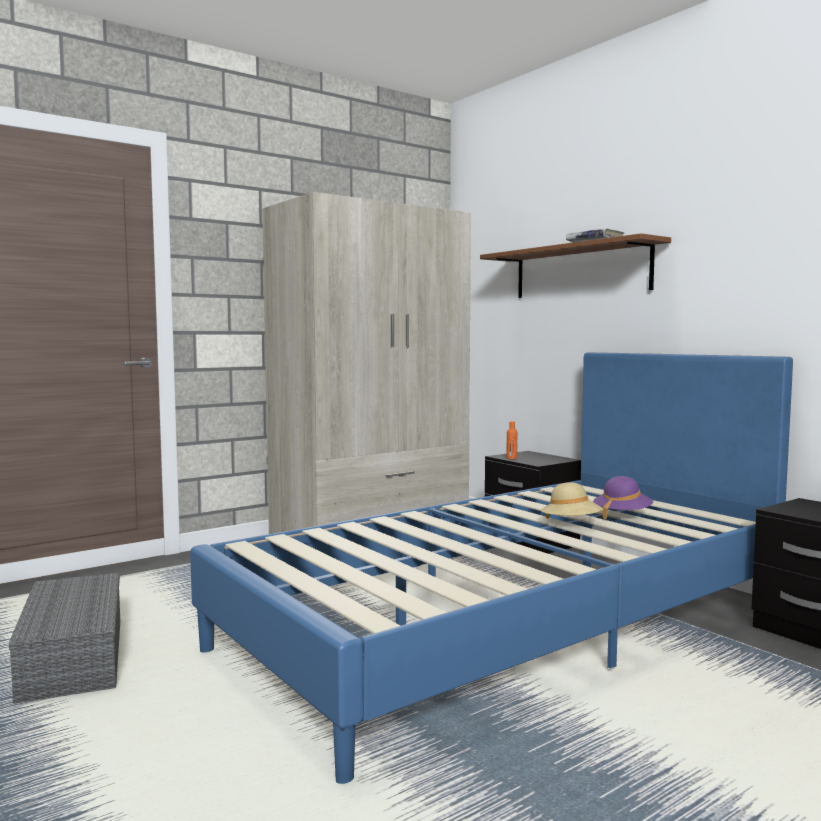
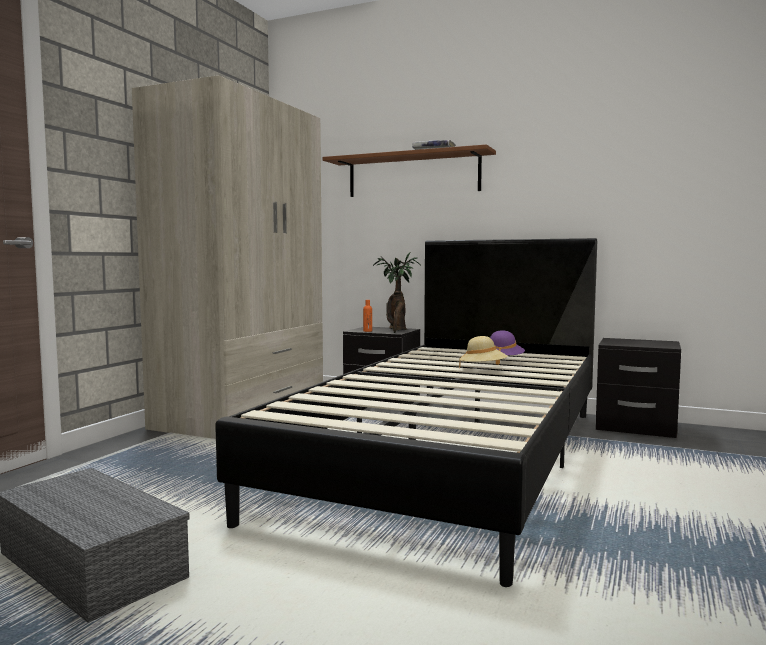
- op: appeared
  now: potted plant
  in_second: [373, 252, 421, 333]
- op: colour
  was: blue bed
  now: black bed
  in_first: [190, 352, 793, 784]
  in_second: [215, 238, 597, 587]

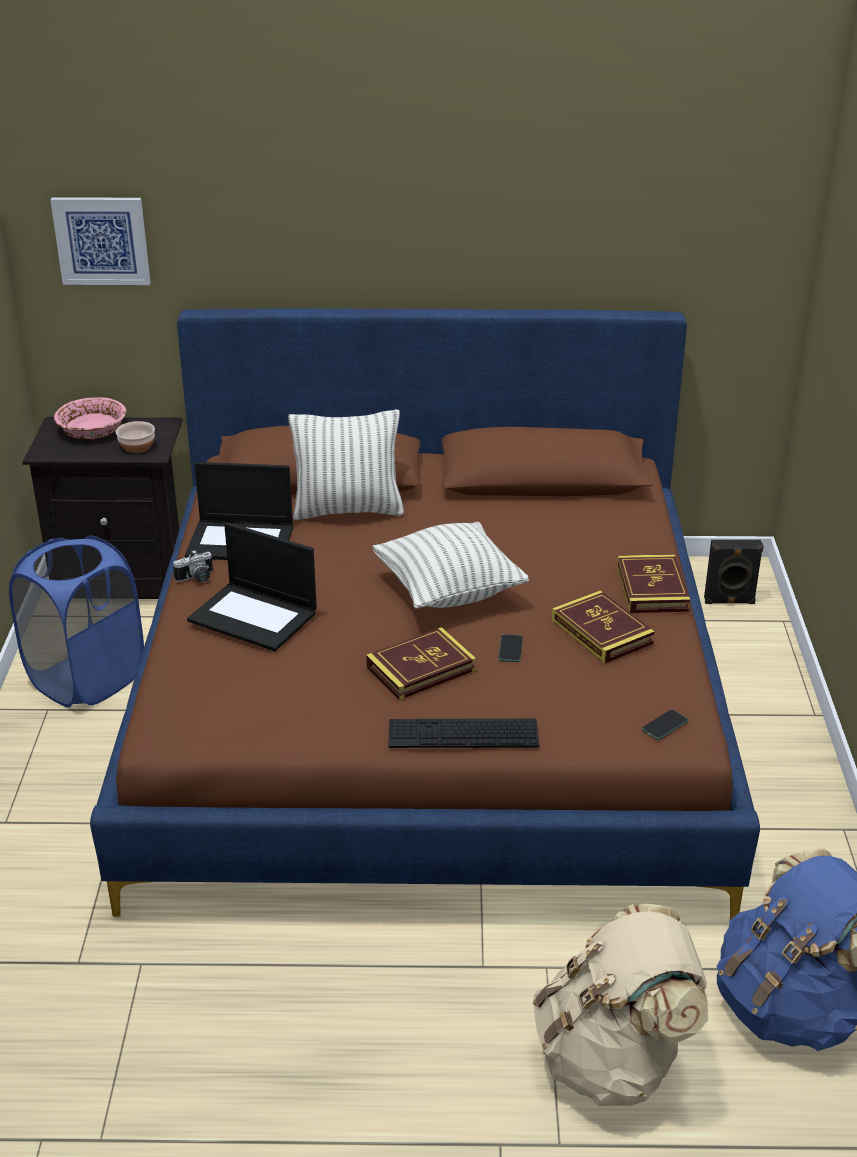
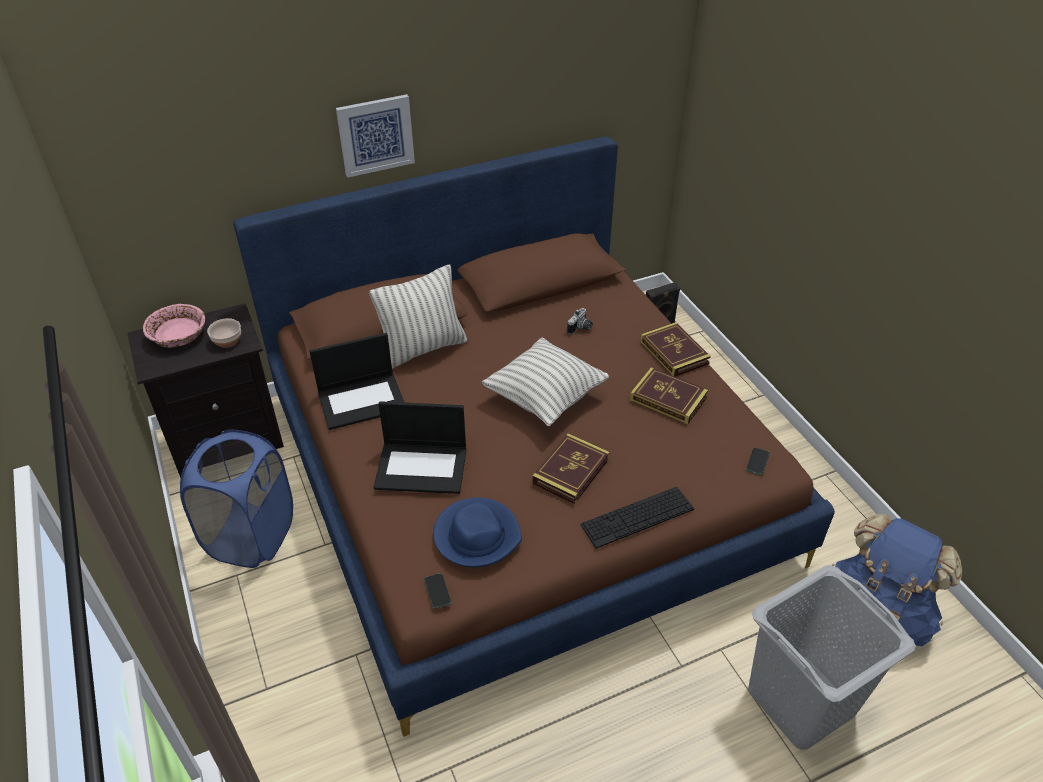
- op: appeared
  now: blue hat
  in_second: [433, 497, 522, 567]
- op: relocated
  was: picture
  in_first: [50, 197, 151, 285]
  in_second: [336, 94, 415, 178]
- op: relocated
  was: photo camera
  in_first: [173, 550, 213, 582]
  in_second: [567, 308, 593, 334]
- op: relocated
  was: phone
  in_first: [498, 634, 523, 662]
  in_second: [424, 573, 452, 609]
- op: exchanged
  was: beige backpack
  now: grey laundry basket
  in_first: [533, 904, 708, 1106]
  in_second: [748, 565, 916, 750]

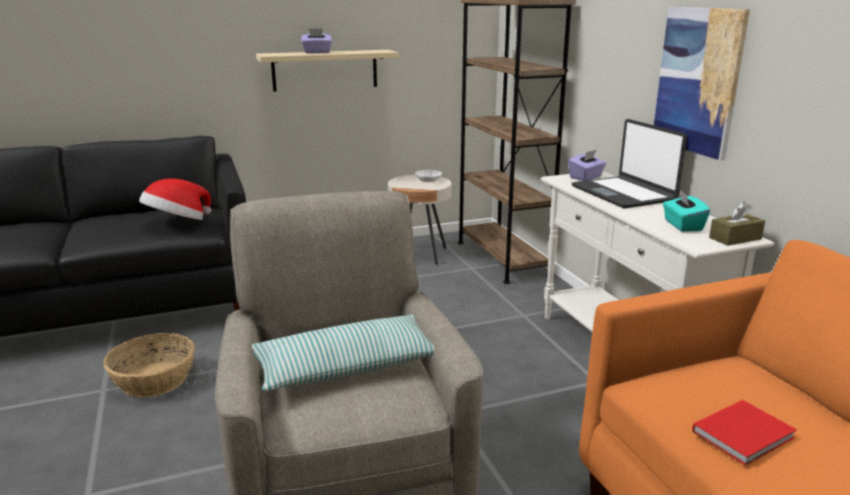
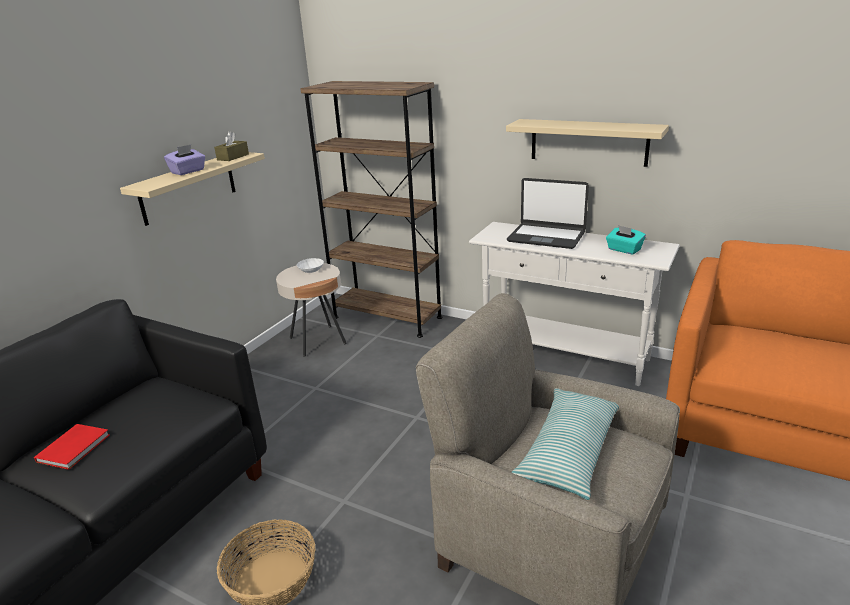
- op: missing
  was: hat
  in_first: [139, 178, 211, 220]
- op: missing
  was: purple tissue box
  in_first: [568, 150, 606, 181]
- op: relocated
  was: red book
  in_first: [692, 400, 797, 466]
  in_second: [34, 424, 110, 470]
- op: relocated
  was: brown tissue box
  in_first: [709, 202, 765, 246]
  in_second: [214, 131, 249, 161]
- op: exchanged
  was: picture
  now: beige shelf
  in_first: [654, 7, 750, 161]
  in_second: [506, 119, 669, 167]

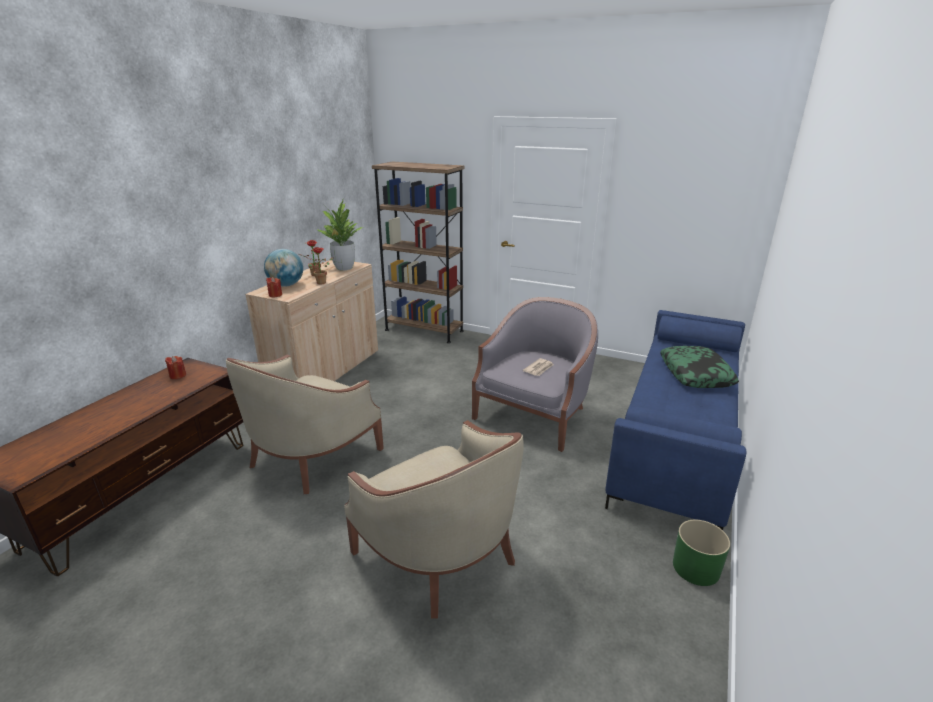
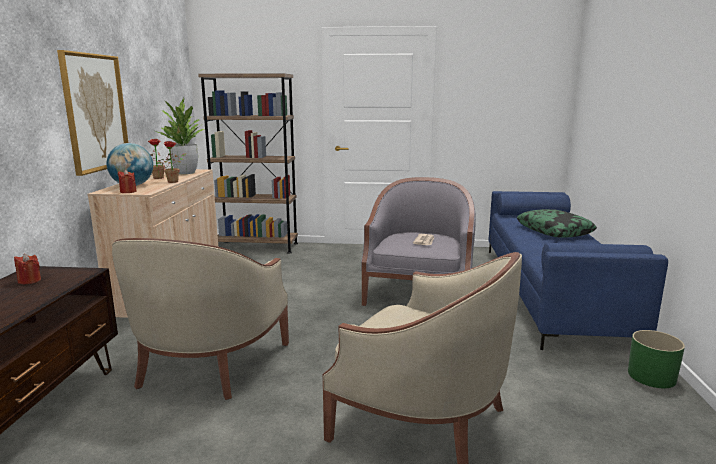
- op: appeared
  now: picture
  in_second: [57, 50, 128, 176]

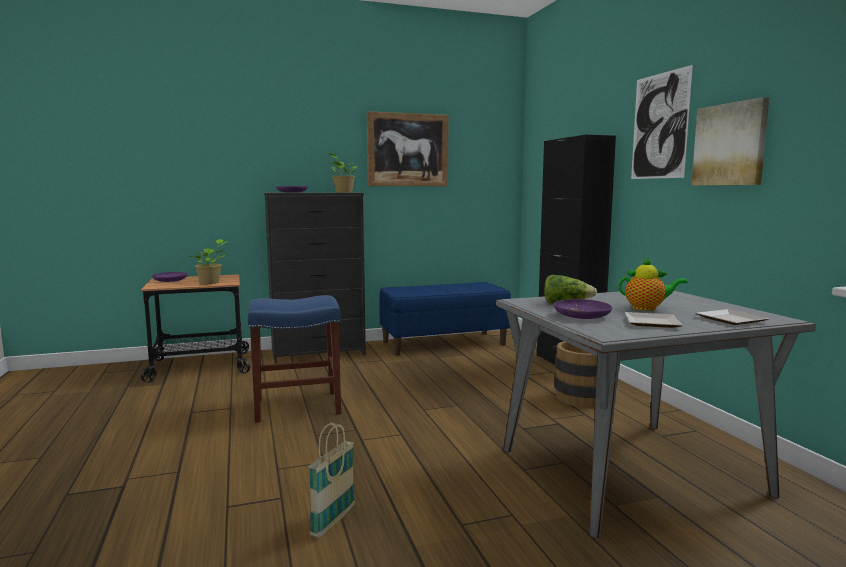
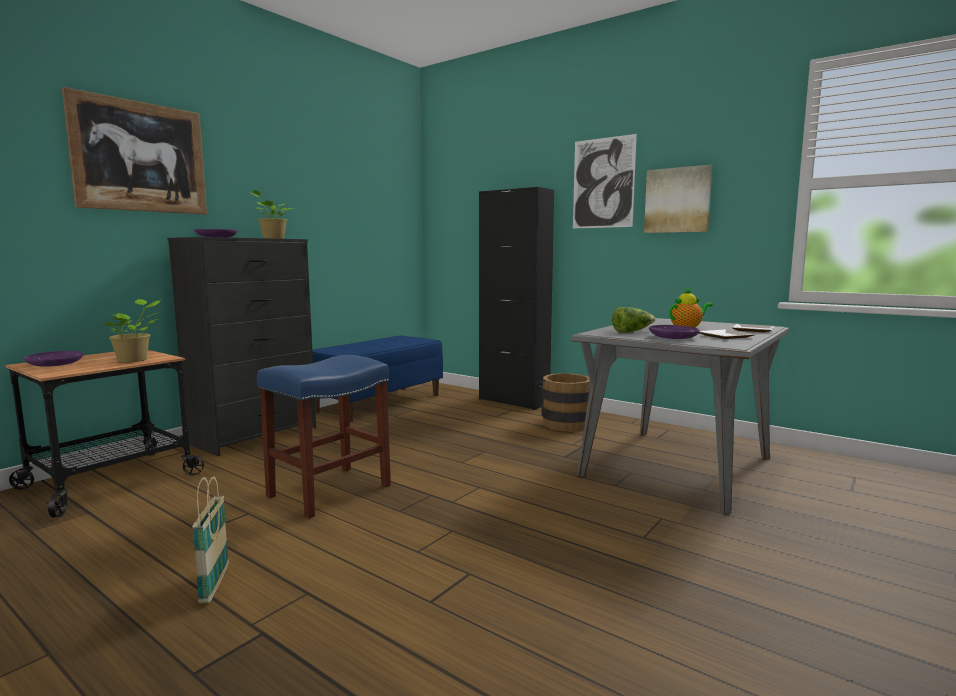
- op: relocated
  was: basket
  in_first: [309, 423, 355, 538]
  in_second: [192, 476, 229, 604]
- op: relocated
  was: picture
  in_first: [367, 111, 449, 186]
  in_second: [62, 87, 207, 215]

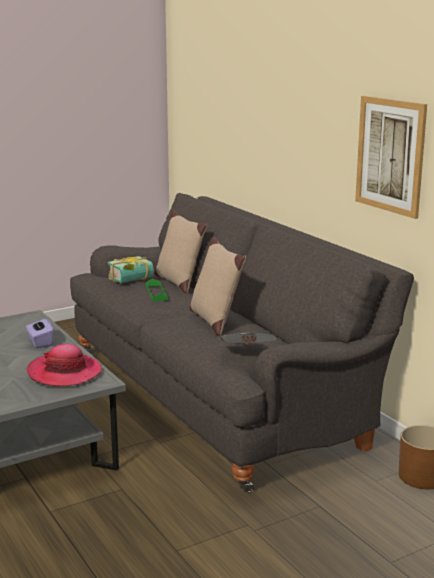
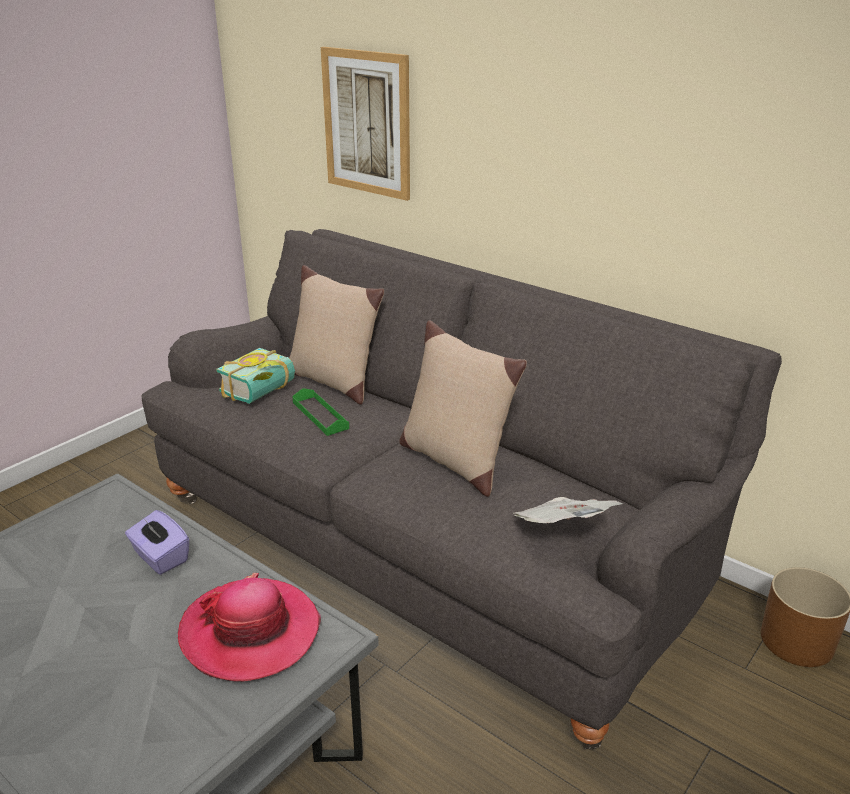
- op: relocated
  was: picture
  in_first: [355, 96, 427, 219]
  in_second: [321, 47, 410, 201]

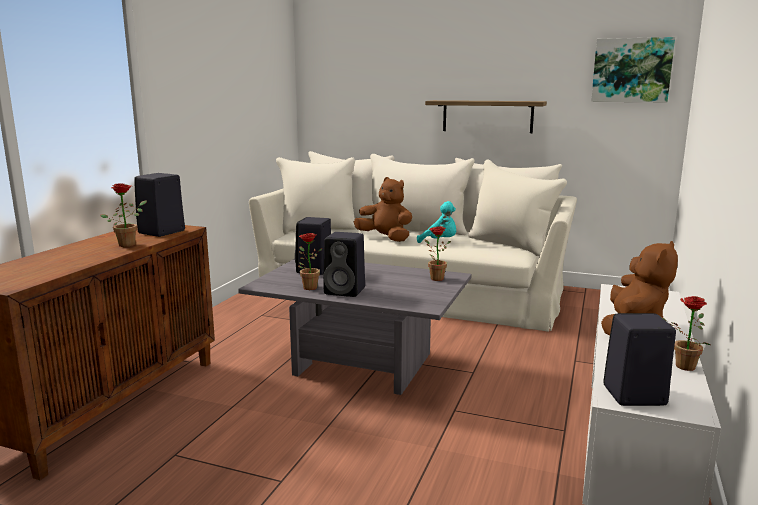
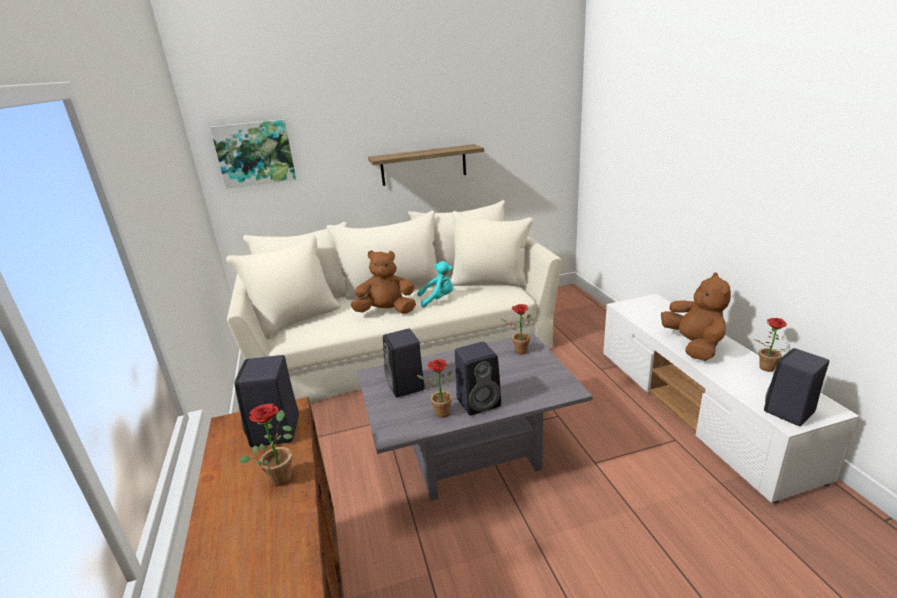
- op: relocated
  was: picture
  in_first: [591, 37, 675, 102]
  in_second: [210, 119, 296, 189]

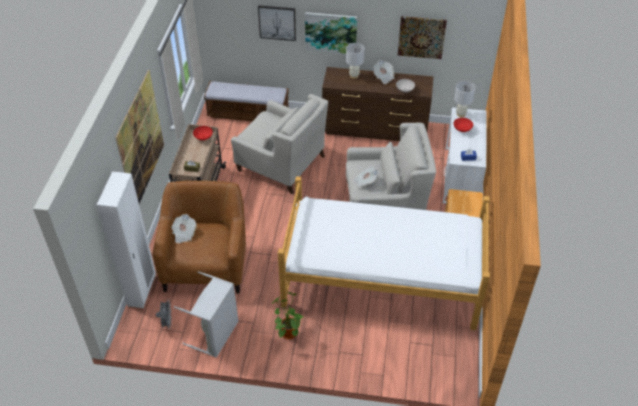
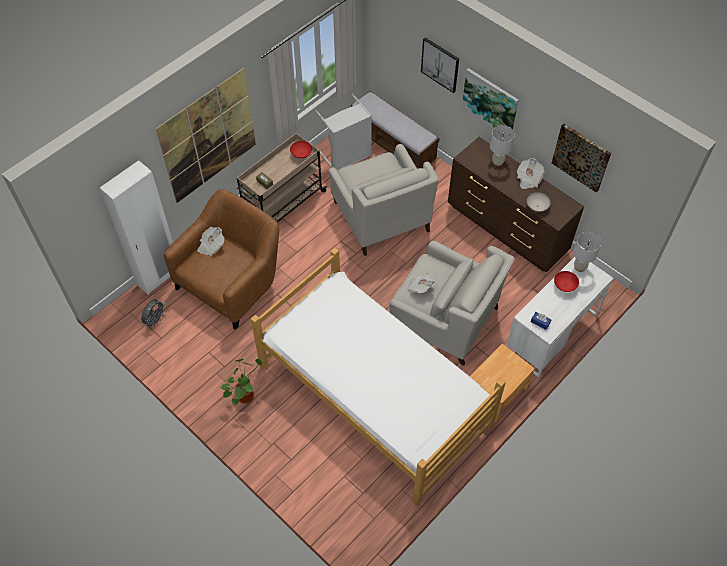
- op: relocated
  was: grey laundry basket
  in_first: [174, 271, 239, 358]
  in_second: [315, 94, 372, 171]

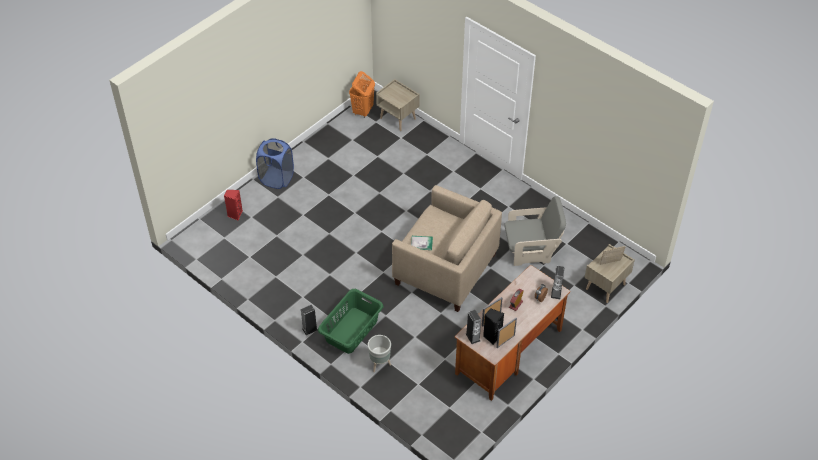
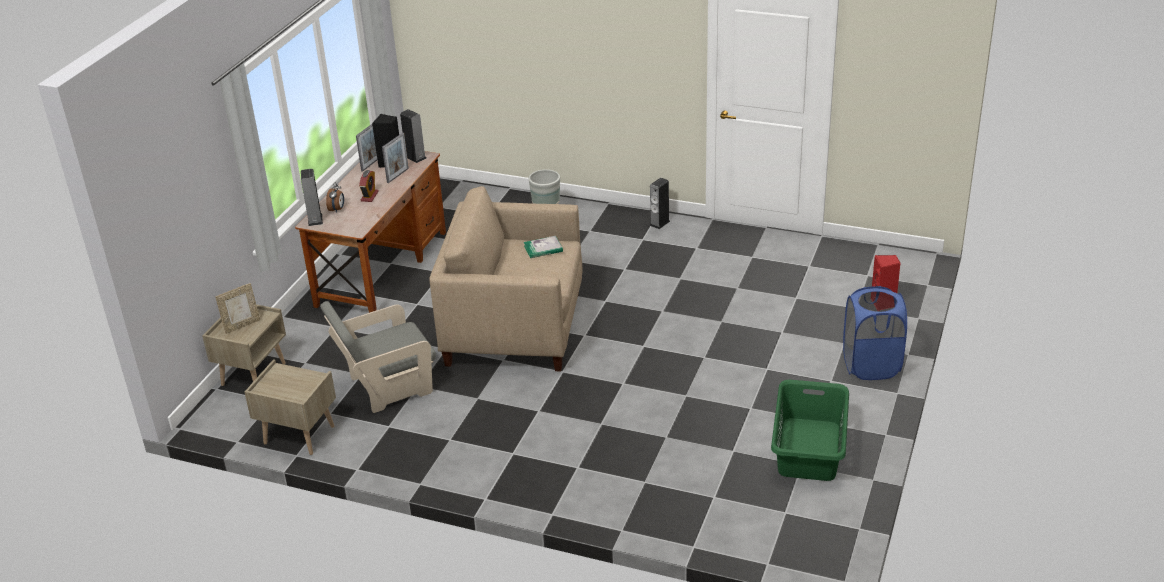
- op: missing
  was: orange laundry basket
  in_first: [349, 71, 375, 118]
- op: relocated
  was: green laundry basket
  in_first: [318, 289, 383, 354]
  in_second: [771, 380, 849, 481]
- op: relocated
  was: beige nightstand
  in_first: [376, 79, 419, 131]
  in_second: [244, 359, 336, 455]

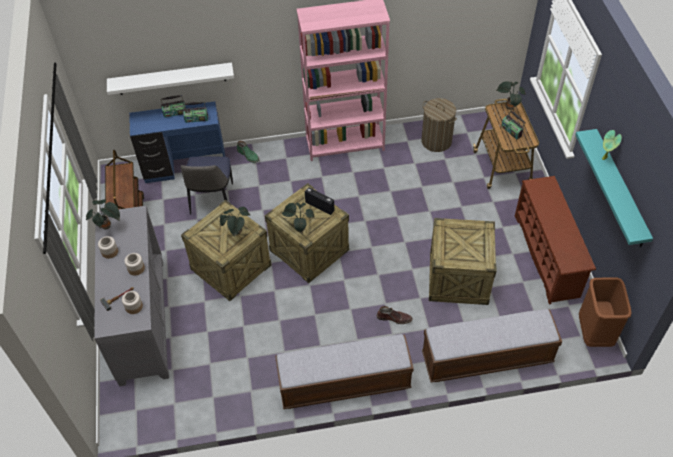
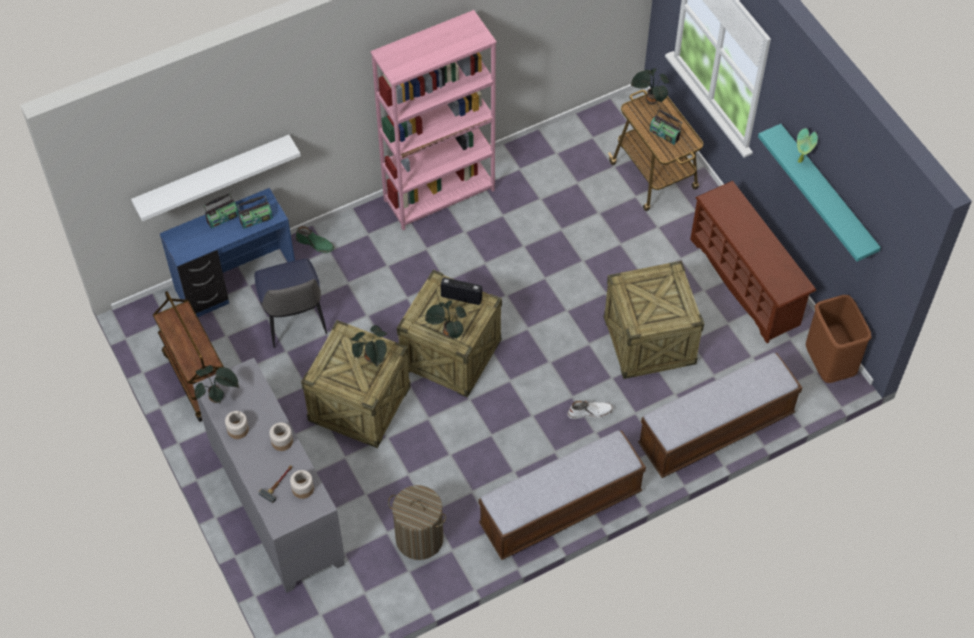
- op: relocated
  was: laundry basket
  in_first: [421, 98, 457, 152]
  in_second: [388, 485, 446, 560]
- op: colour
  was: brown boot
  now: white boot
  in_first: [377, 306, 412, 324]
  in_second: [567, 400, 613, 419]

